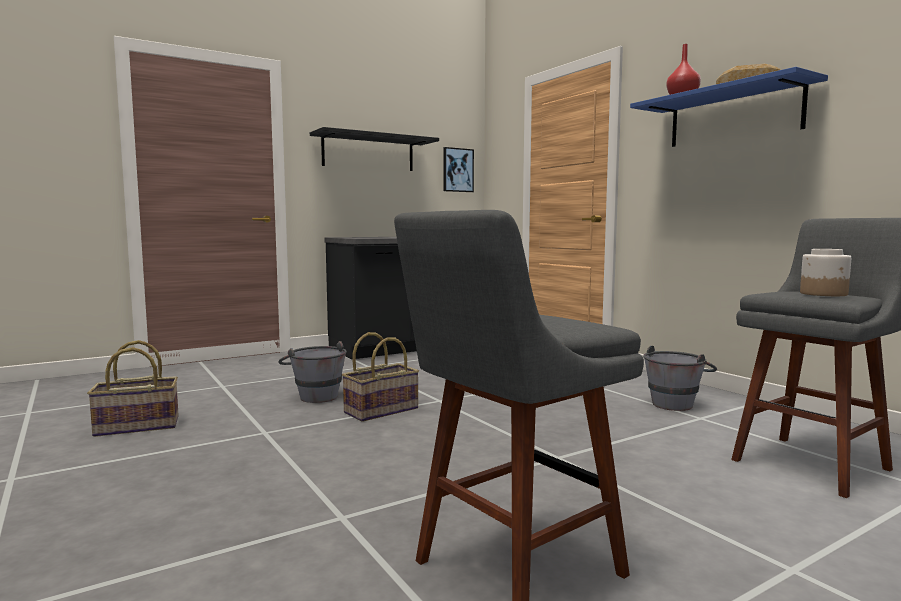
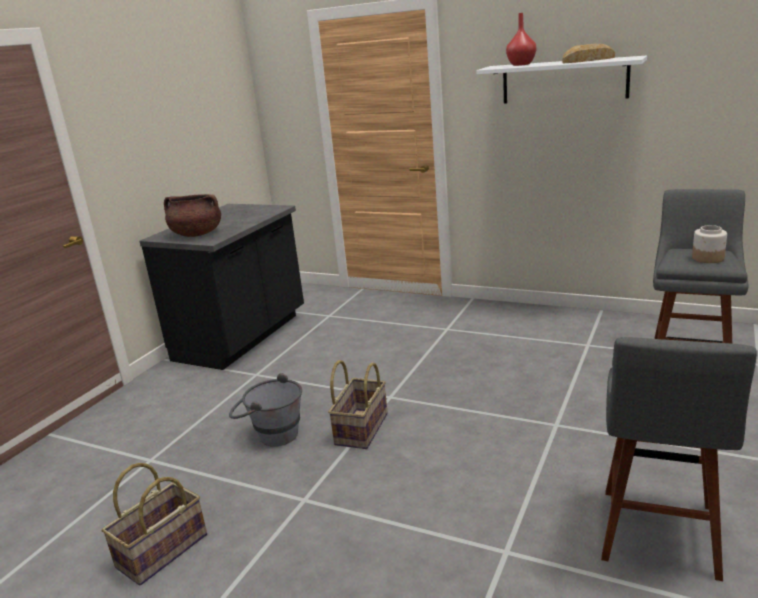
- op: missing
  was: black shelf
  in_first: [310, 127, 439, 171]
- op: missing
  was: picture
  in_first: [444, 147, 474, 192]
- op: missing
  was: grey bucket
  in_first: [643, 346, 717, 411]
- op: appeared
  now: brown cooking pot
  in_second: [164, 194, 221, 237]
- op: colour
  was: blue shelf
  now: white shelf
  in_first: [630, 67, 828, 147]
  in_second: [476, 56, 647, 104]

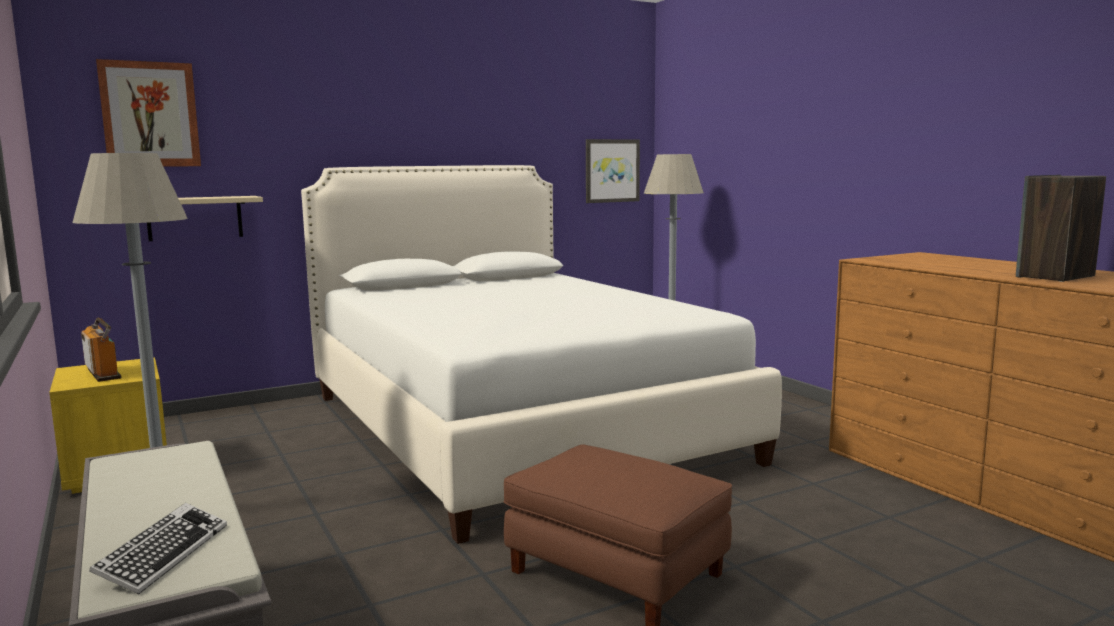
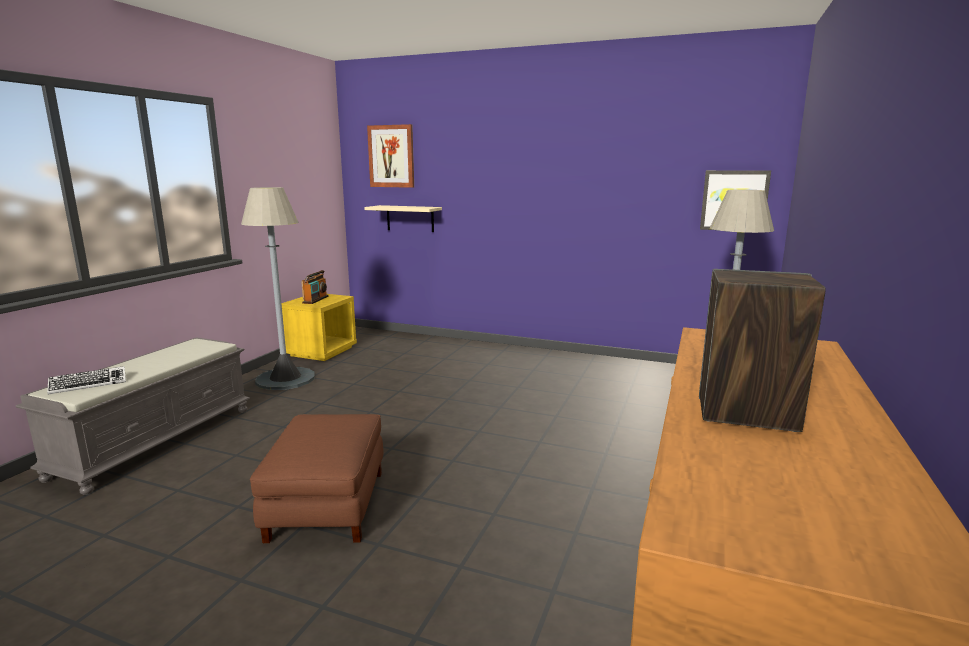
- op: missing
  was: white bed
  in_first: [301, 165, 782, 544]

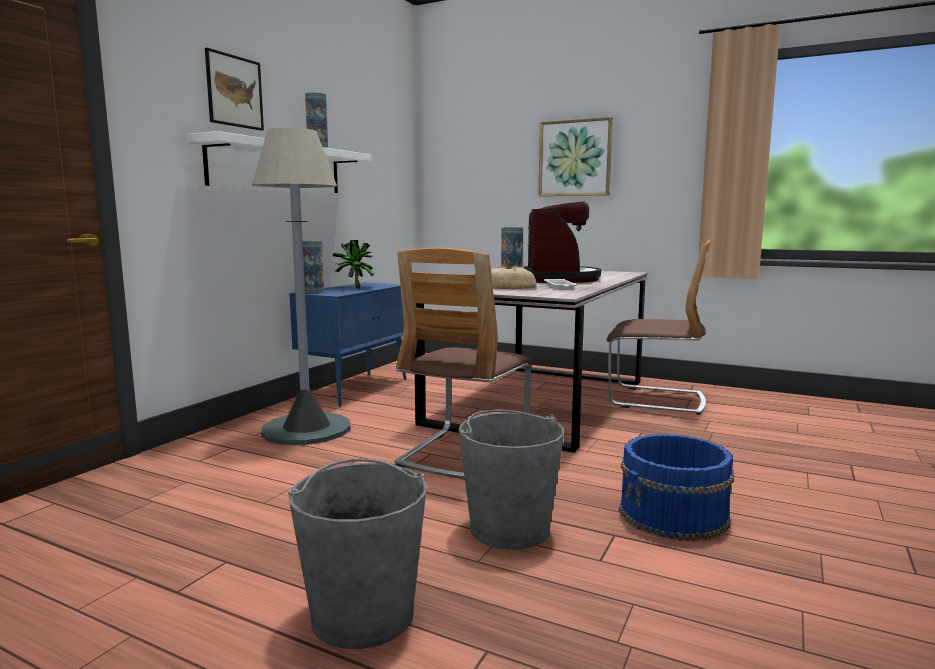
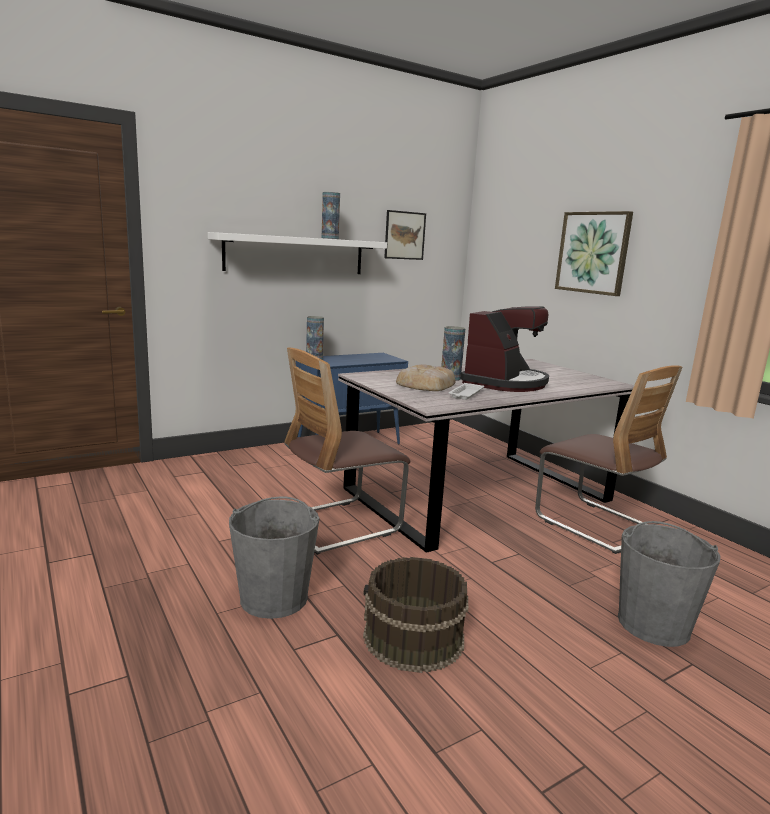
- op: missing
  was: grey floor lamp
  in_first: [252, 127, 351, 445]
- op: missing
  was: potted plant
  in_first: [333, 240, 374, 288]
- op: relocated
  was: picture
  in_first: [205, 48, 264, 131]
  in_second: [384, 210, 426, 260]
- op: relocated
  was: grey bucket
  in_first: [288, 458, 427, 649]
  in_second: [618, 521, 721, 647]
- op: colour
  was: blue bucket
  now: brown bucket
  in_first: [619, 434, 734, 541]
  in_second: [363, 557, 468, 673]

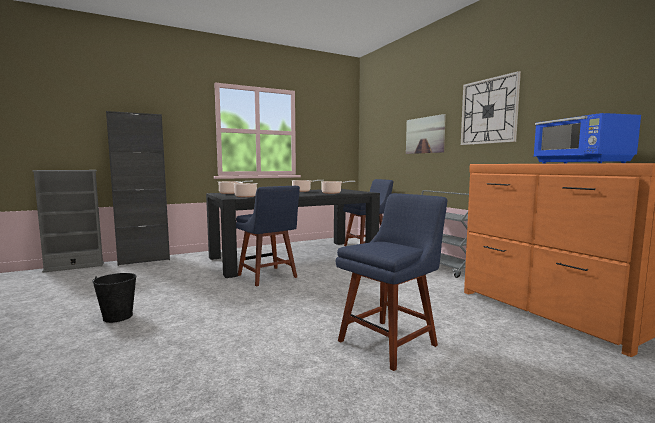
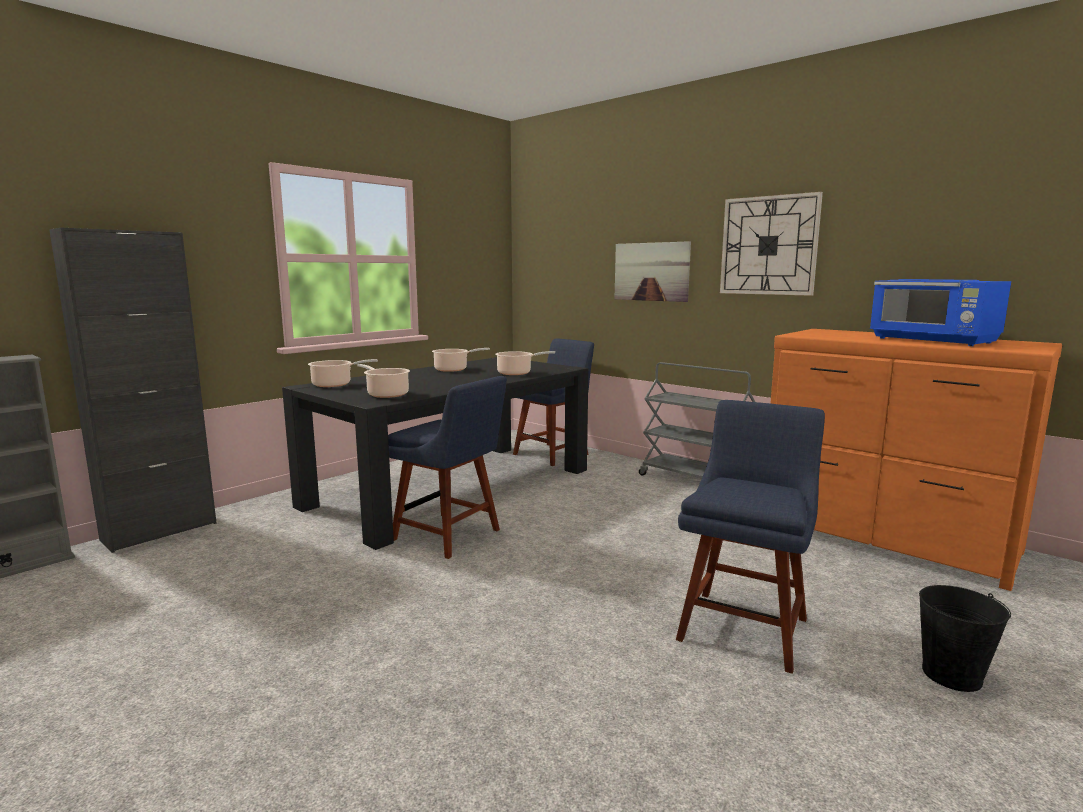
- op: relocated
  was: black bucket
  in_first: [92, 273, 136, 323]
  in_second: [919, 585, 1011, 692]

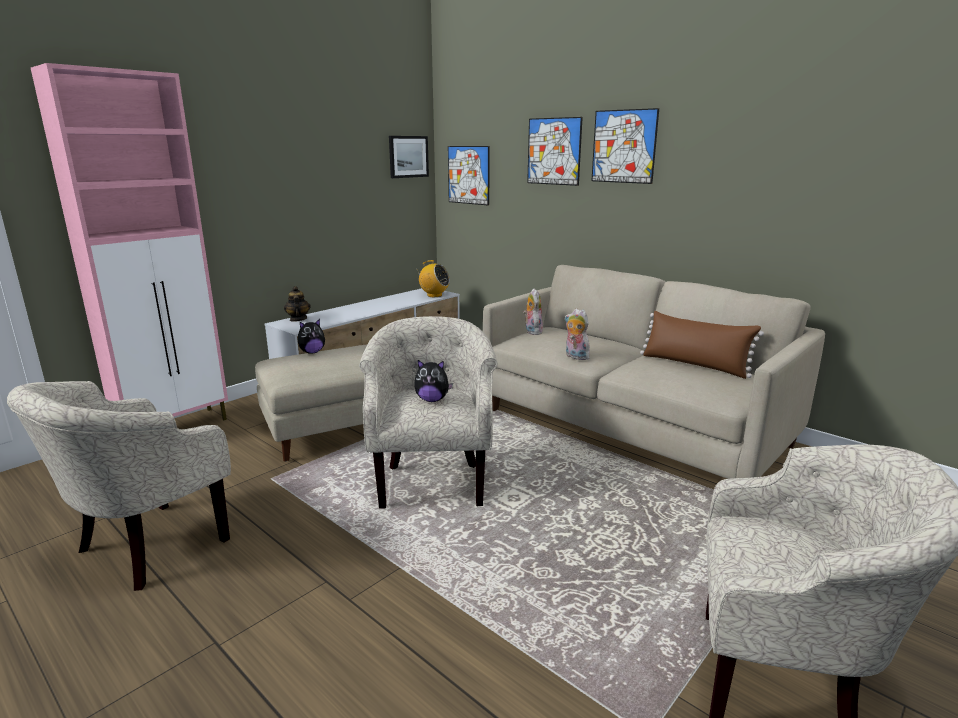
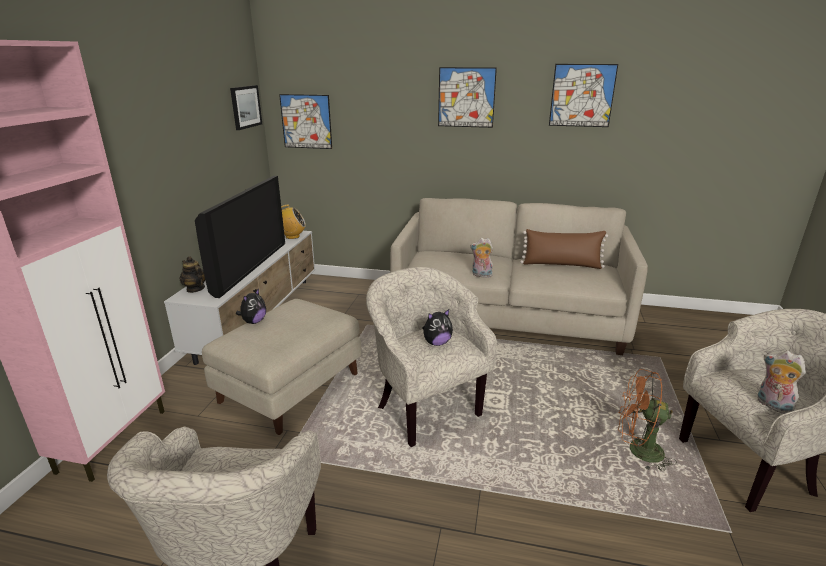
- op: appeared
  now: television
  in_second: [195, 176, 285, 298]
- op: appeared
  now: orange fan
  in_second: [618, 369, 677, 472]
- op: relocated
  was: plush toy
  in_first: [523, 289, 543, 335]
  in_second: [757, 351, 806, 414]
- op: relocated
  was: picture
  in_first: [527, 117, 583, 186]
  in_second: [549, 64, 618, 127]

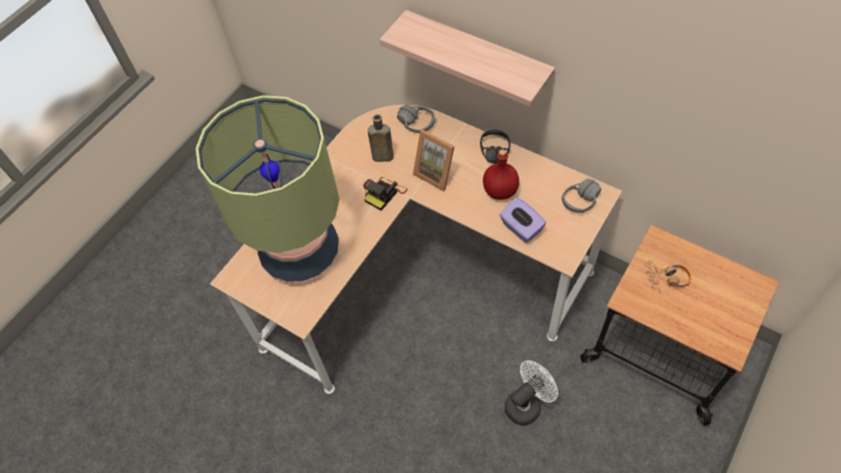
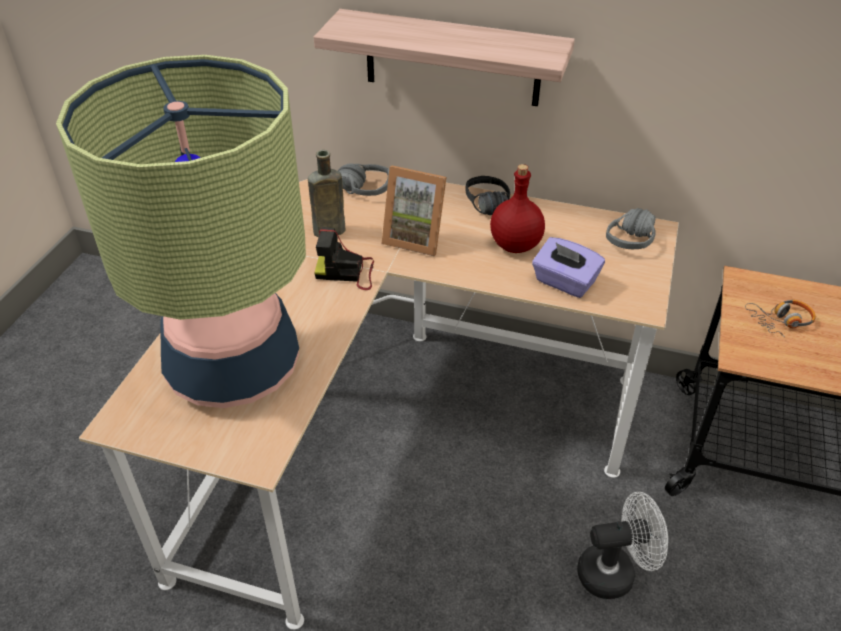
- op: spun
  was: photo camera
  in_first: [363, 177, 407, 211]
  in_second: [314, 227, 374, 290]
  clockwise: 75
- op: spun
  was: white fan
  in_first: [505, 360, 558, 426]
  in_second: [577, 492, 668, 599]
  clockwise: 45

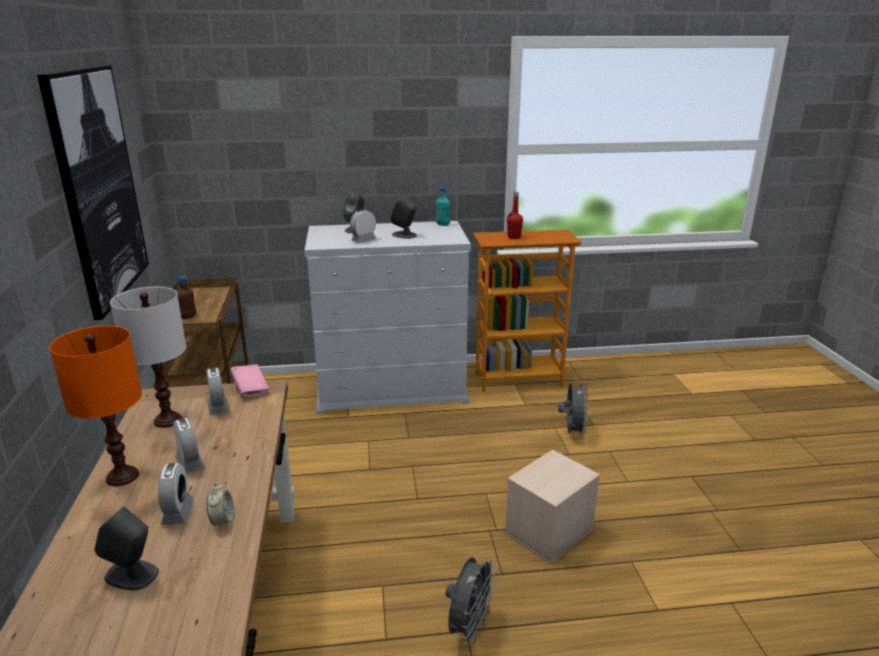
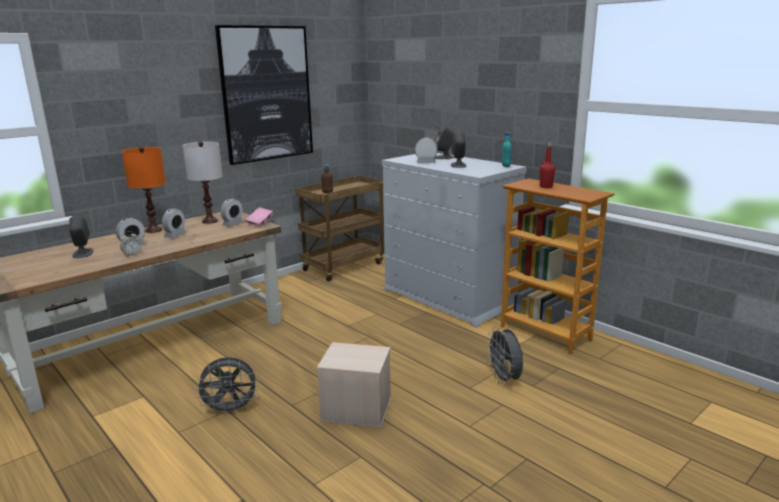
- op: spun
  was: grey fan
  in_first: [558, 380, 589, 438]
  in_second: [486, 327, 523, 385]
  clockwise: 105

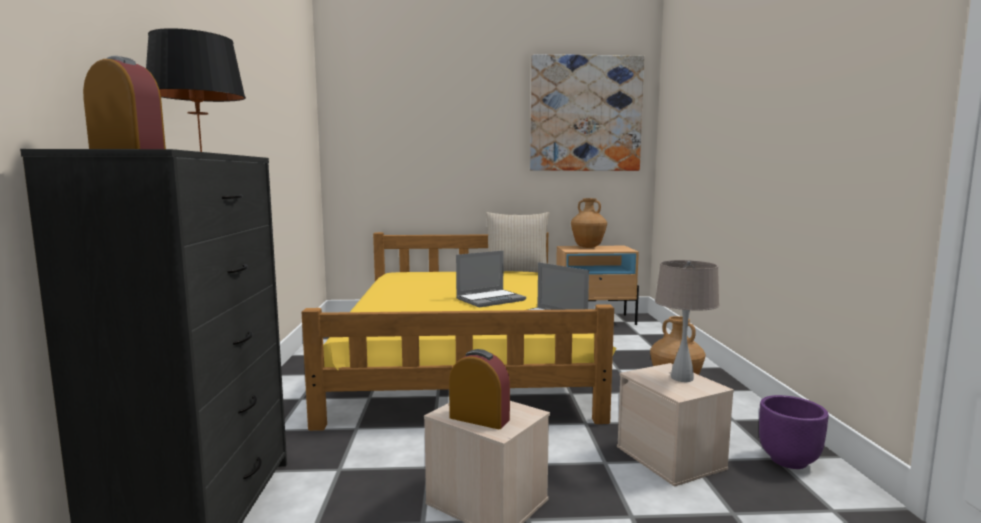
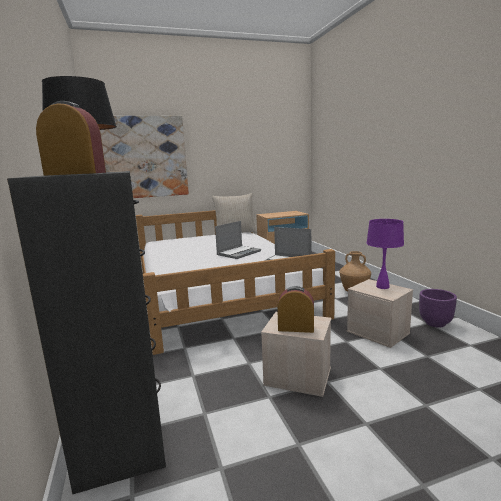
- op: missing
  was: brown vase
  in_first: [571, 198, 607, 248]
- op: relocated
  was: picture
  in_first: [530, 54, 645, 171]
  in_second: [100, 116, 189, 198]
- op: colour
  was: yellow bed
  now: white bed
  in_first: [302, 232, 617, 431]
  in_second: [136, 210, 335, 355]
- op: colour
  was: beige table lamp
  now: purple table lamp
  in_first: [655, 260, 719, 382]
  in_second: [367, 219, 404, 289]

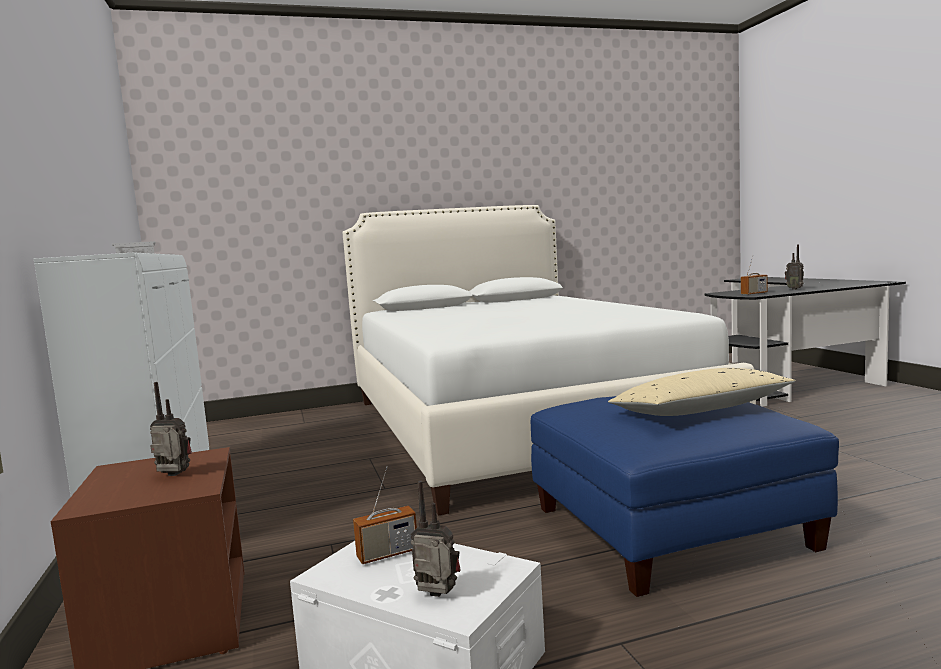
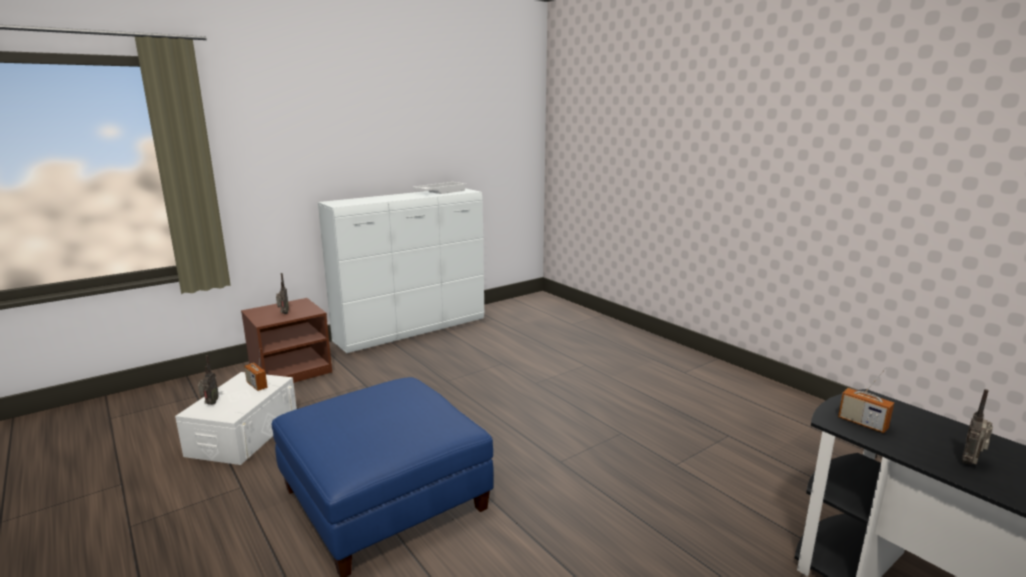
- op: missing
  was: white bed
  in_first: [342, 205, 756, 516]
- op: missing
  was: beige pillow
  in_first: [608, 368, 796, 416]

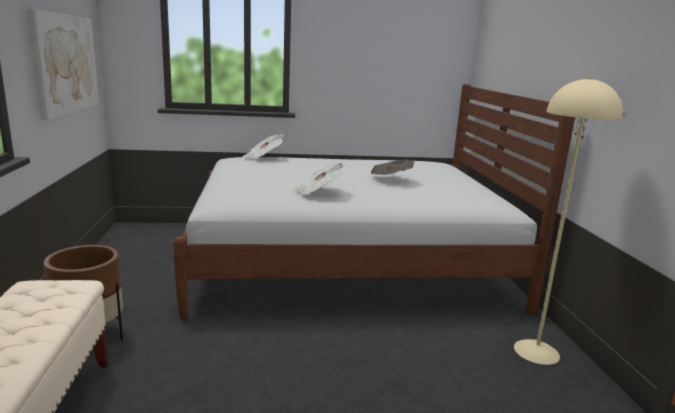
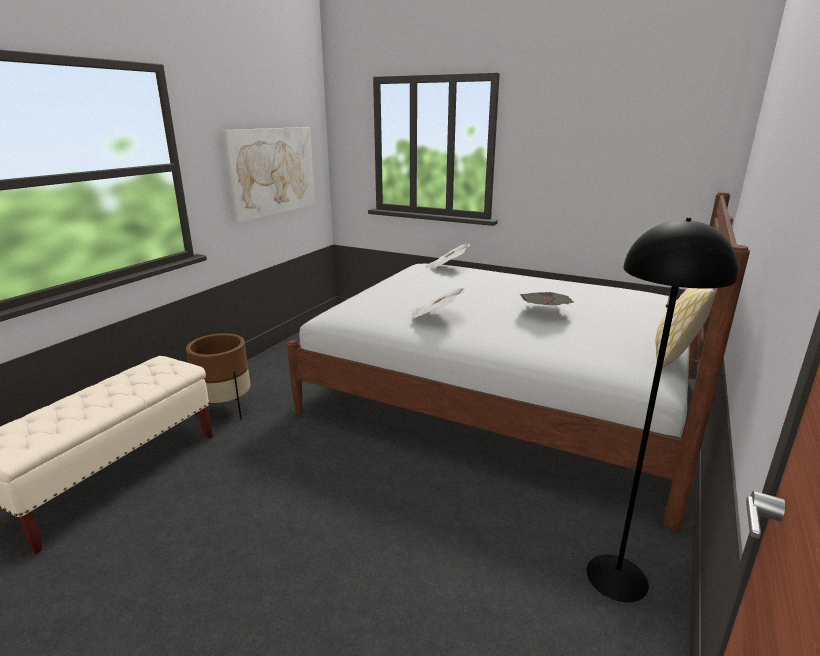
- op: appeared
  now: pillow
  in_second: [656, 288, 716, 368]
- op: colour
  was: beige floor lamp
  now: black floor lamp
  in_first: [514, 77, 623, 365]
  in_second: [586, 217, 739, 603]

